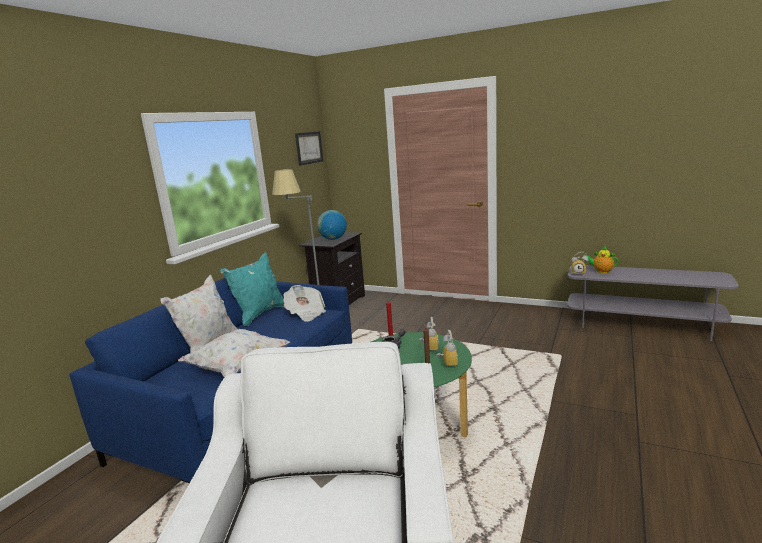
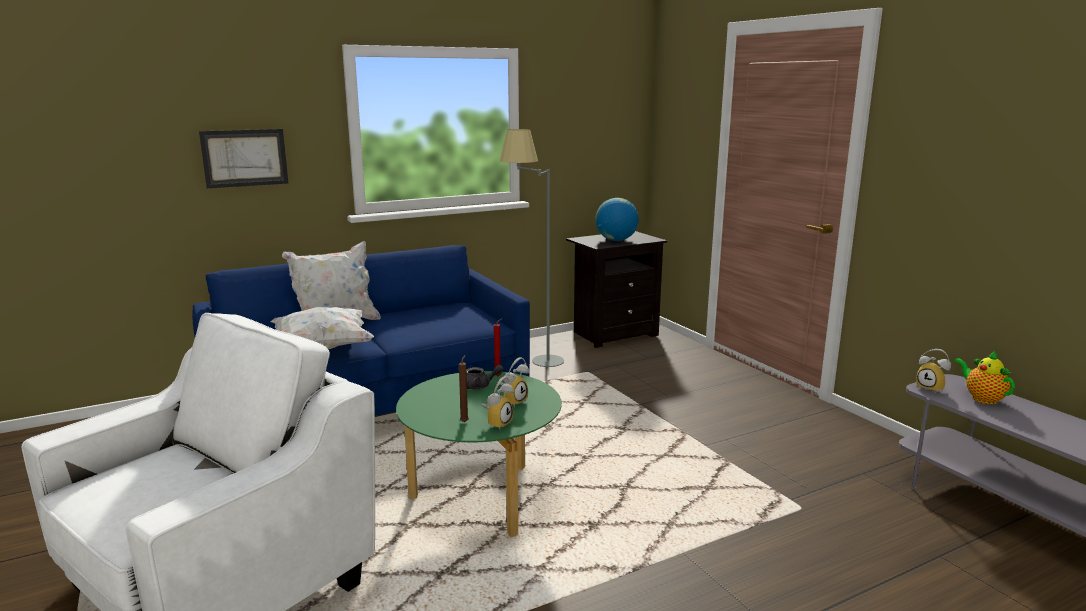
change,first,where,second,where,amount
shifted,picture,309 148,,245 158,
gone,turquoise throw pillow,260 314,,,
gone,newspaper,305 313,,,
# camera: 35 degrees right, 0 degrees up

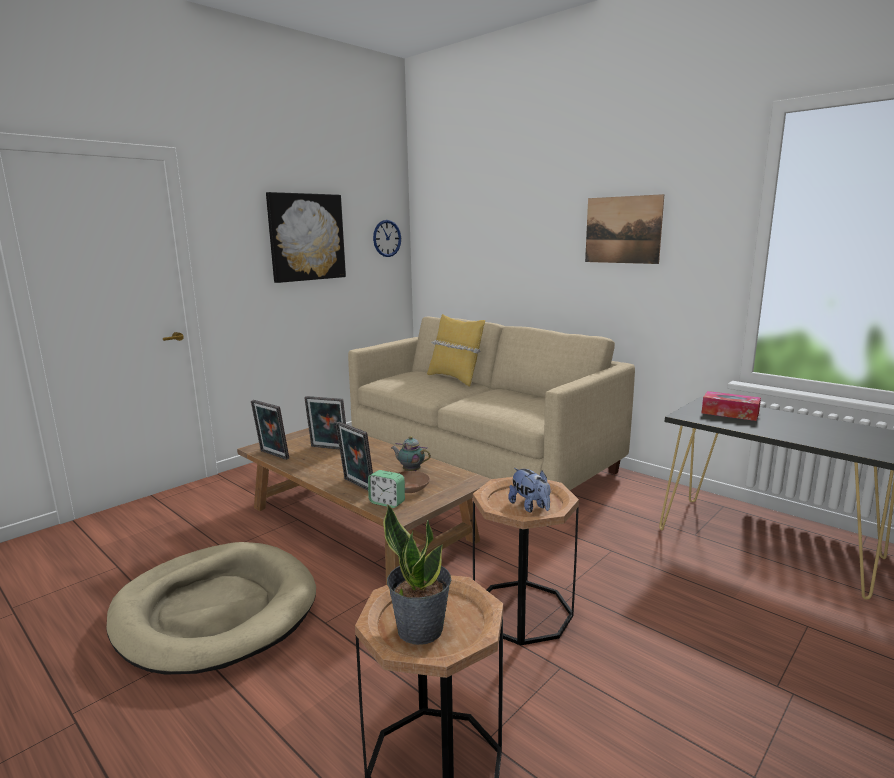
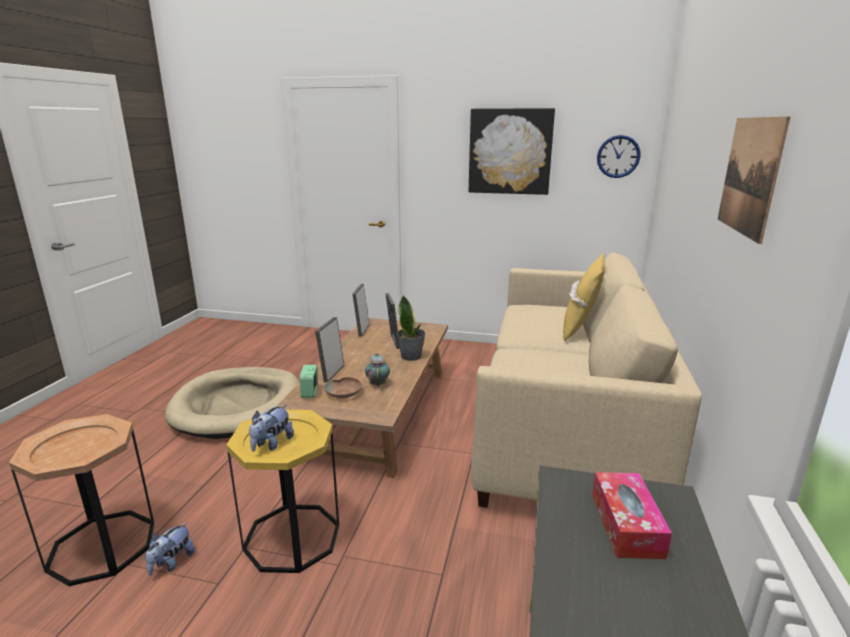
change,first,where,second,where,amount
repainted,brownish end table,522 611,yellow end table,292 537,
shifted,plant in a pot,420 628,,411 356,
new,,,soft toy,172 563,
# camera: 60 degrees right, 5 degrees up

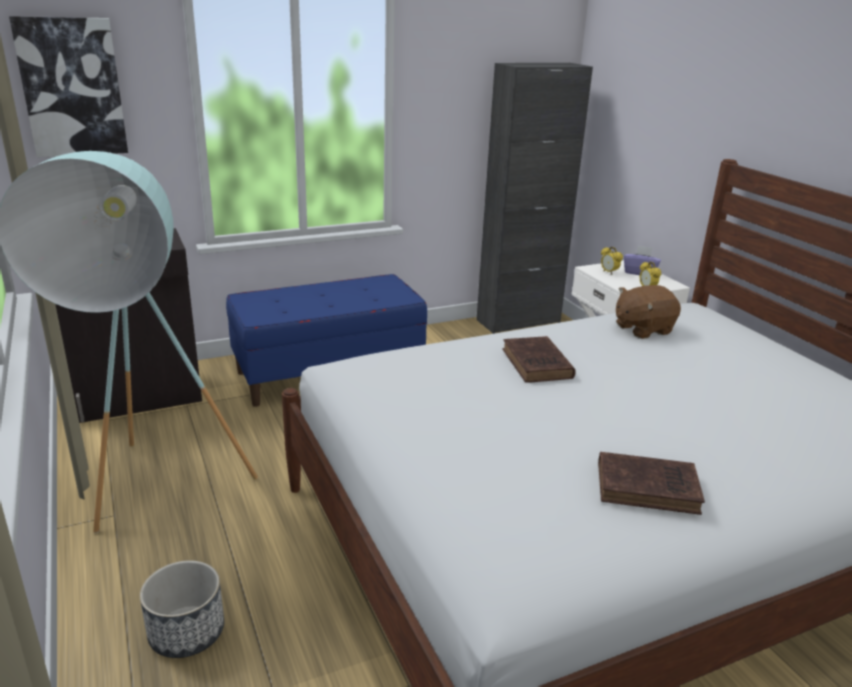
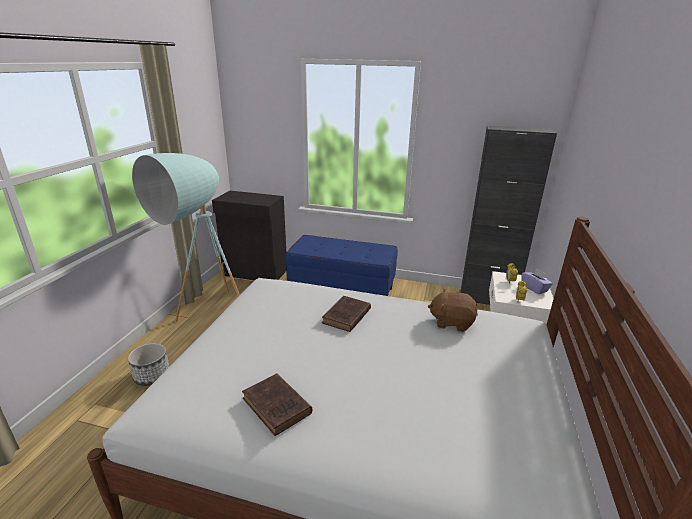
change,first,where,second,where,amount
gone,picture,72 87,,,
# camera: 40 degrees right, 0 degrees up

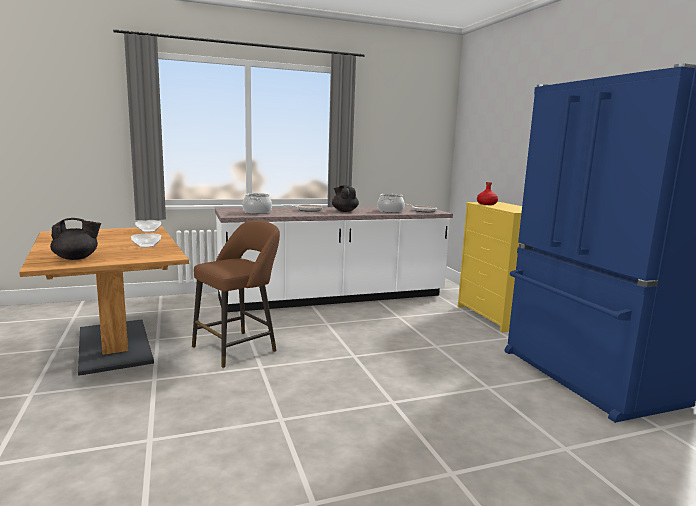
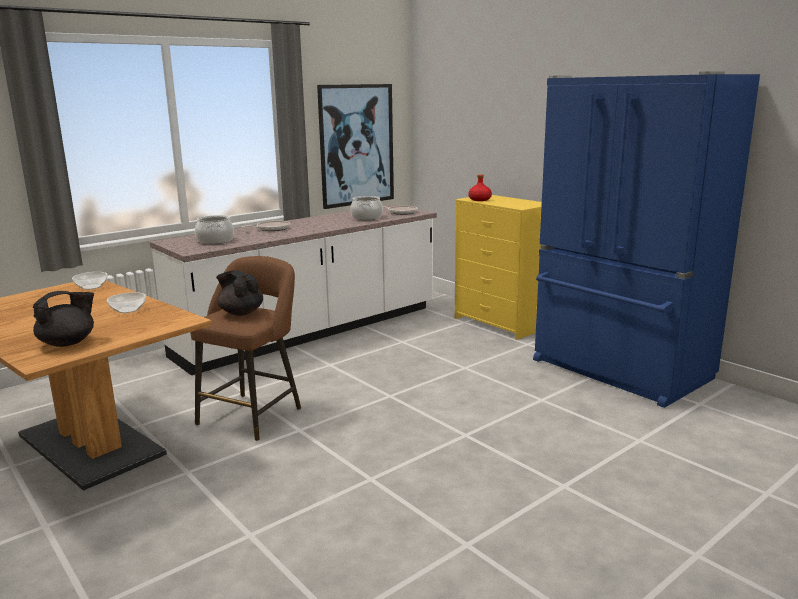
change,first,where,second,where,amount
shifted,black tea pot,344 211,,241 312,
new,,,picture,356 145,
# camera: 20 degrees left, 5 degrees up

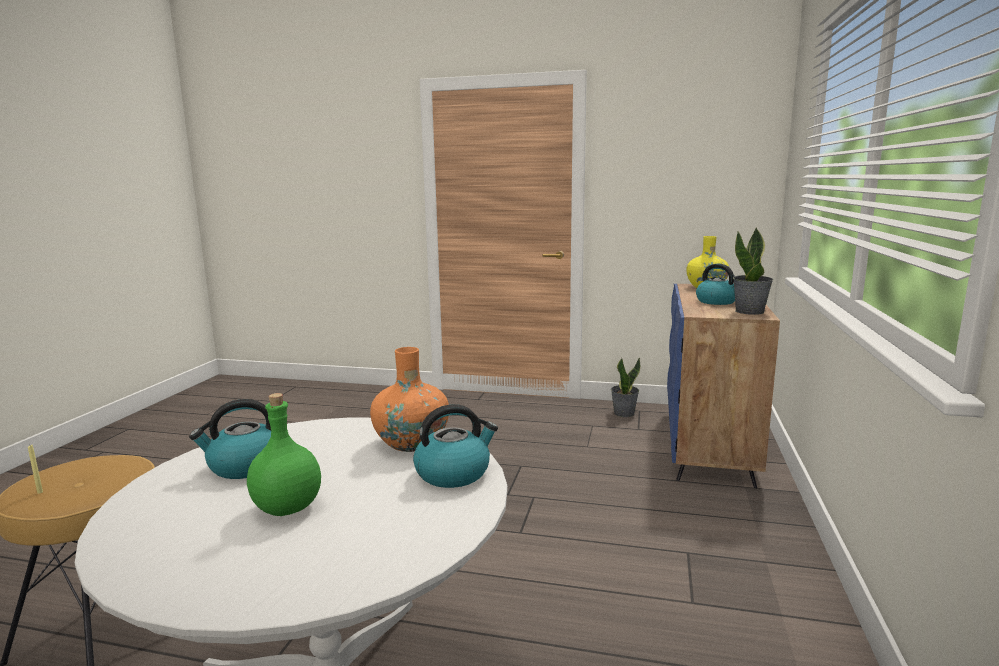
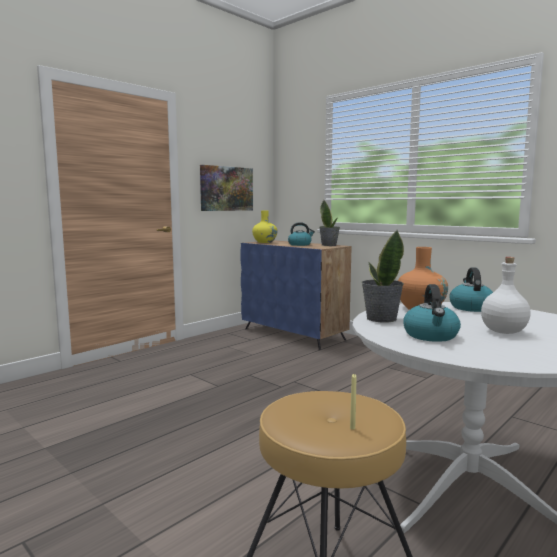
change,first,where,second,where,amount
shifted,plant in a pot,623 413,,380 319,
repainted,green-coloured bottle,287 508,whitish bottle,504 332,
new,,,picture,226 188,
# camera: 60 degrees left, 5 degrees down

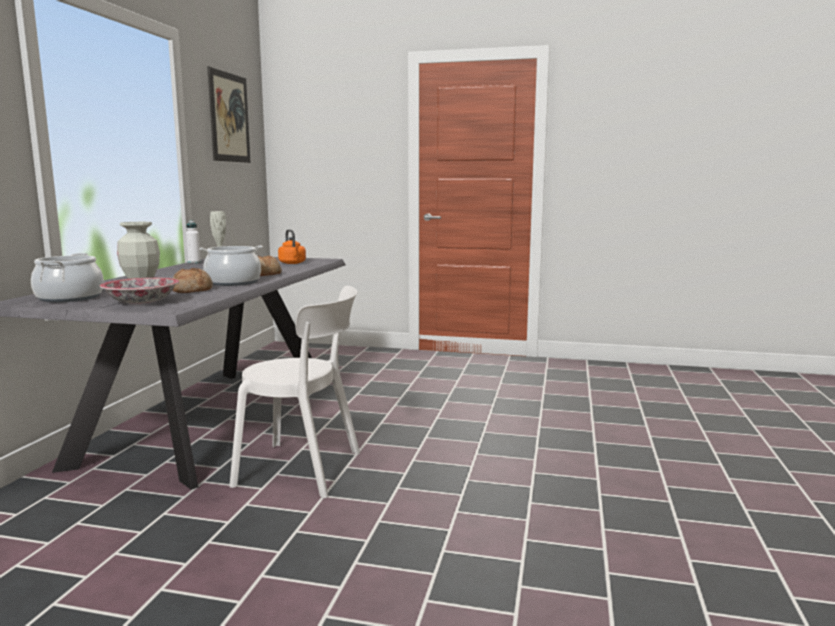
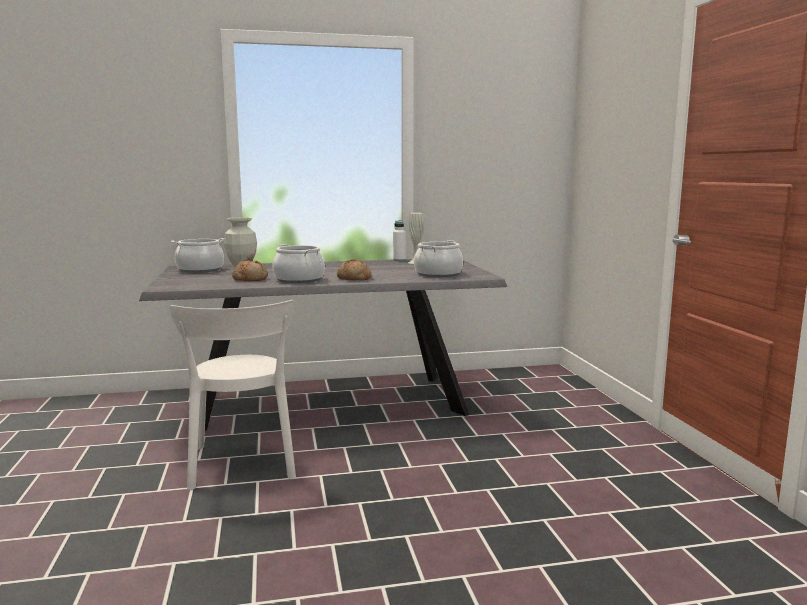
change,first,where,second,where,amount
gone,picture,229 117,,,
swapped,orange kettle,293 263,cooking pot,438 274,
gone,deep dish,142 302,,,
# camera: 65 degrees right, 0 degrees up

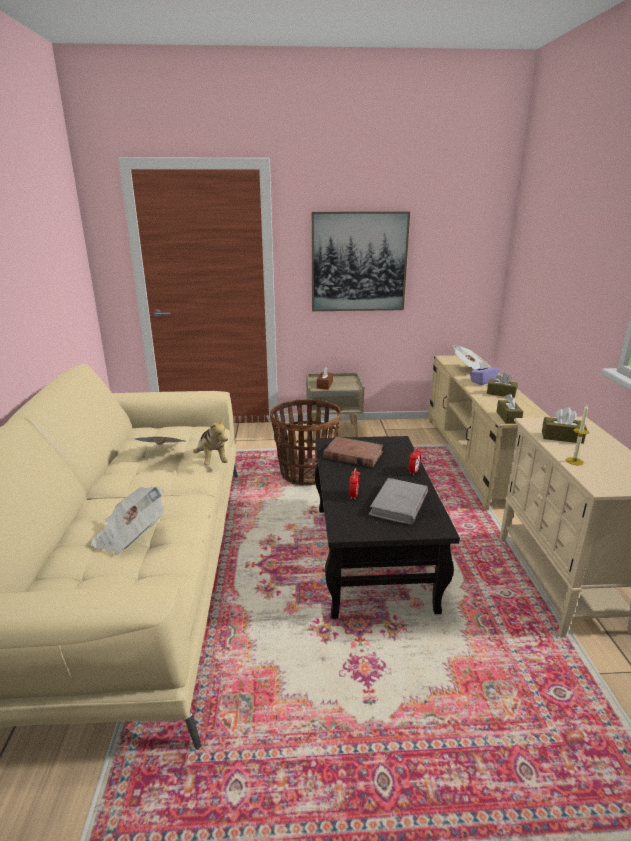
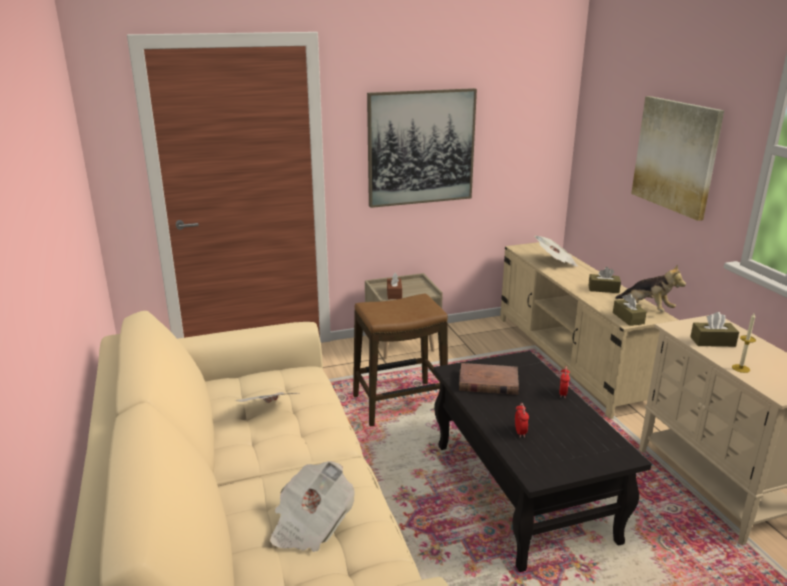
change,first,where,second,where,amount
gone,purple tissue box,482 381,,,
swapped,household basket,305 473,stool seat,399 404,
shifted,soft toy,212 460,,647 308,
gone,grey book,399 504,,,
new,,,picture,676 155,
# camera: 15 degrees left, 0 degrees up

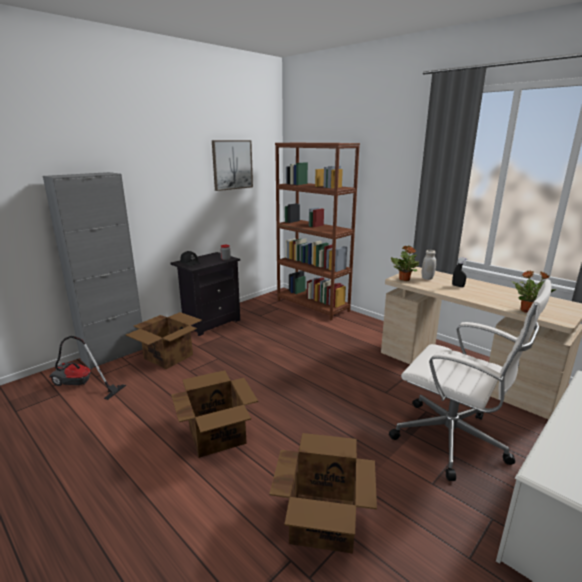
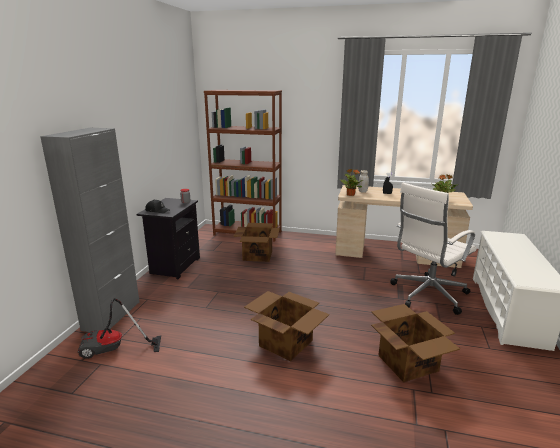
change,first,where,second,where,amount
gone,picture,232 165,,,
rotated,whitish office chair,453 440,,427 295,135 degrees clockwise
shifted,packing box,169 356,,258 255,
# camera: 30 degrees left, 0 degrees up

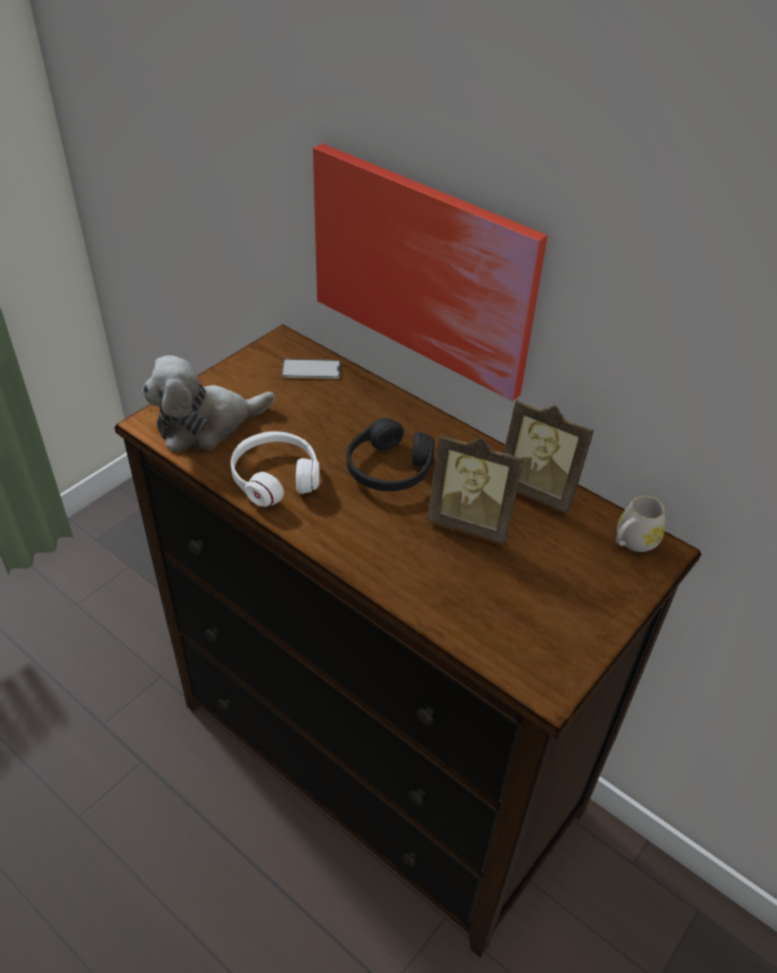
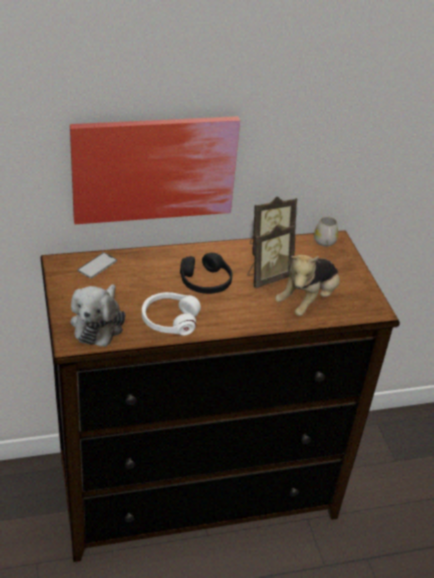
change,first,where,second,where,amount
new,,,soft toy,308 301,
# camera: 55 degrees left, 5 degrees down

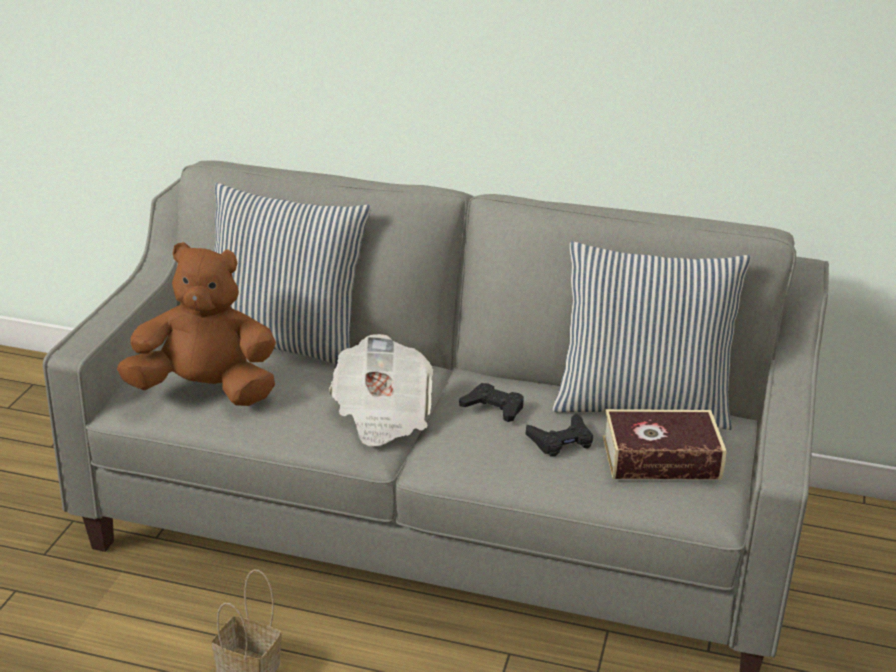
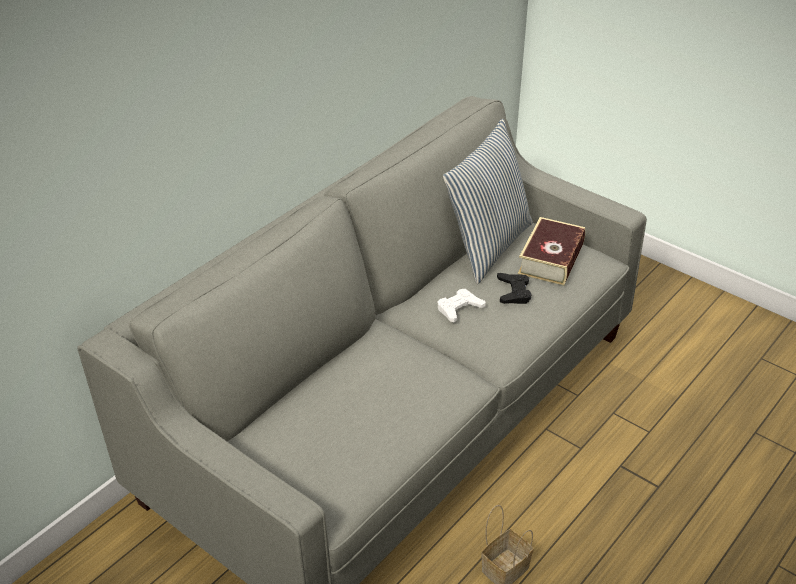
change,first,where,second,where,amount
gone,throw pillow,285 341,,,
gone,brownish soft toy,205 391,,,
gone,newspaper,382 415,,,
repainted,black game controller,493 408,whitish game controller,459 308,
# camera: 65 degrees left, 10 degrees up

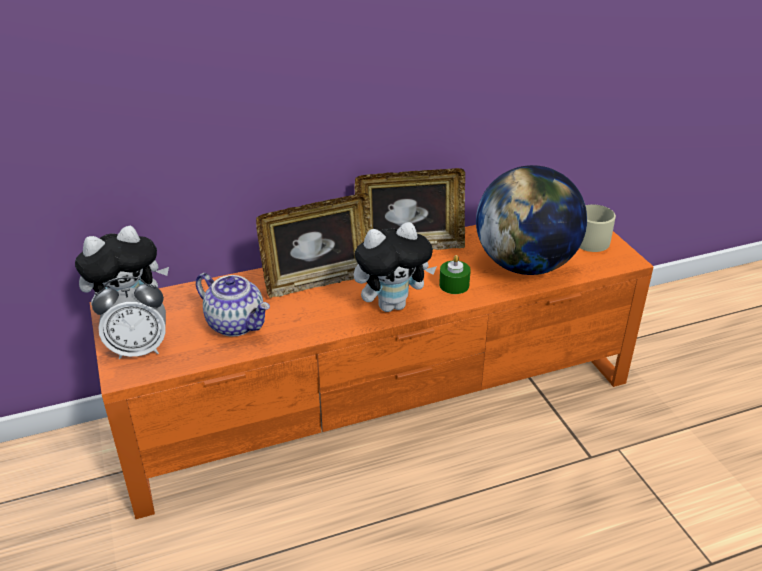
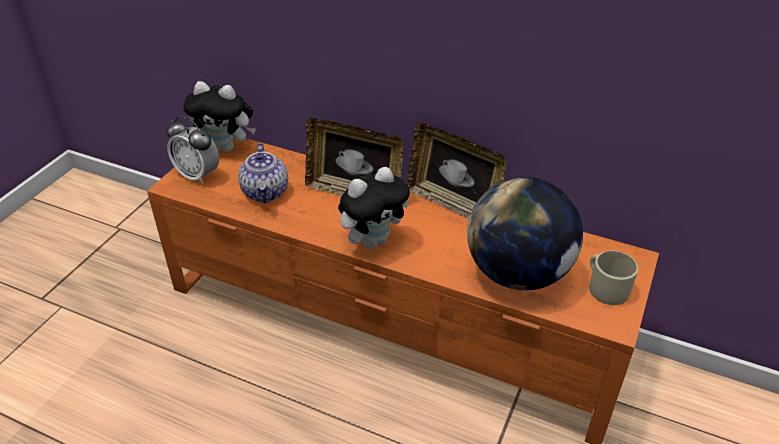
change,first,where,second,where,amount
rotated,soft toy,392 305,,373 240,60 degrees counterclockwise
gone,green-coloured candle,454 285,,,
# camera: 45 degrees right, 5 degrees up

